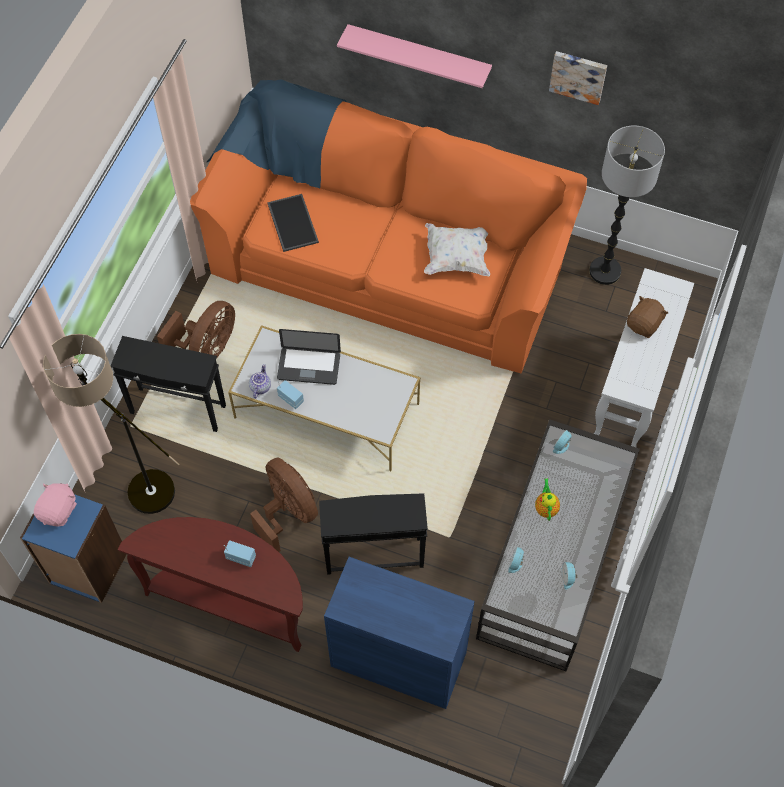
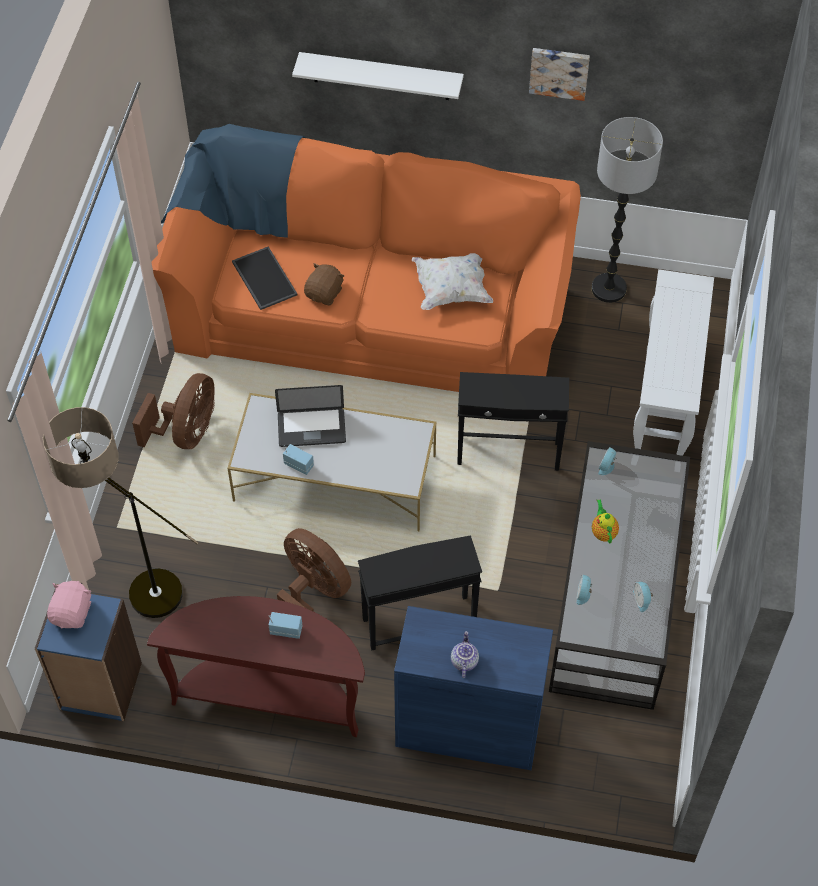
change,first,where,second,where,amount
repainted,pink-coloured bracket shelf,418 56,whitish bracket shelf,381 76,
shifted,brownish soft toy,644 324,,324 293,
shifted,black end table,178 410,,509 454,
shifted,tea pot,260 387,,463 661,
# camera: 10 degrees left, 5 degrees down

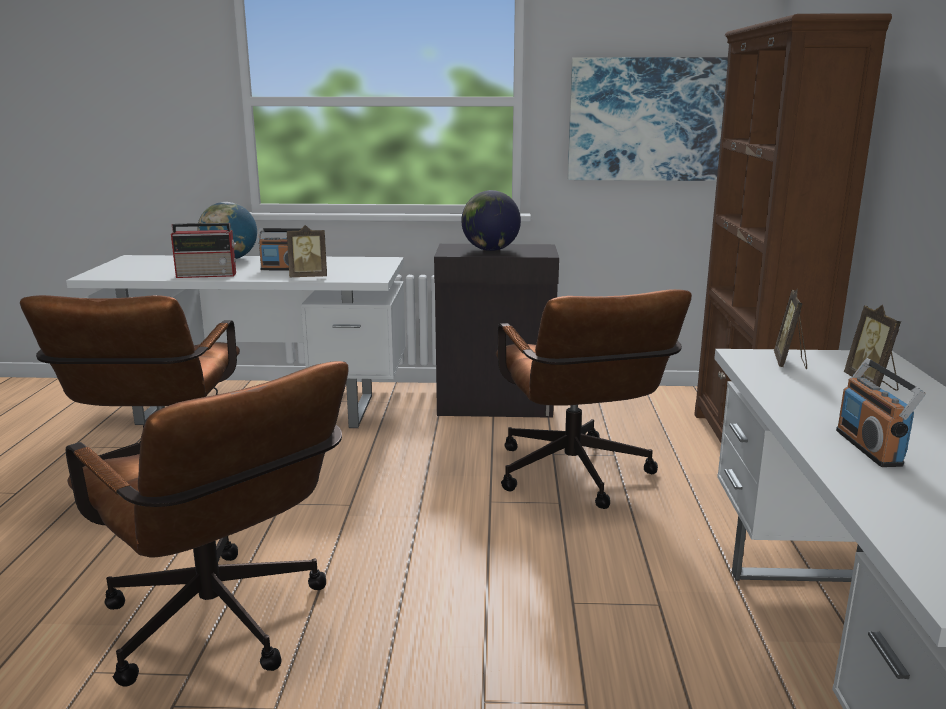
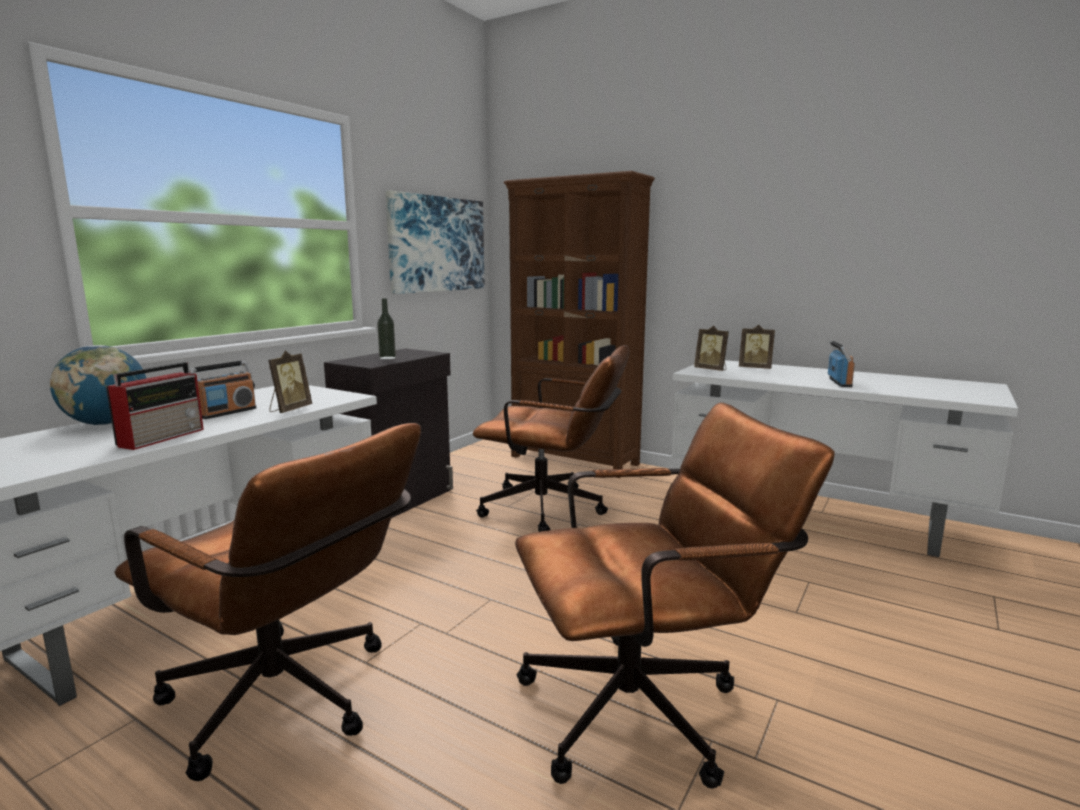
change,first,where,second,where,amount
swapped,globe,490 250,bottle,387 358,
rotated,radio set,869 448,,839 382,105 degrees counterclockwise
# camera: 60 degrees left, 5 degrees down

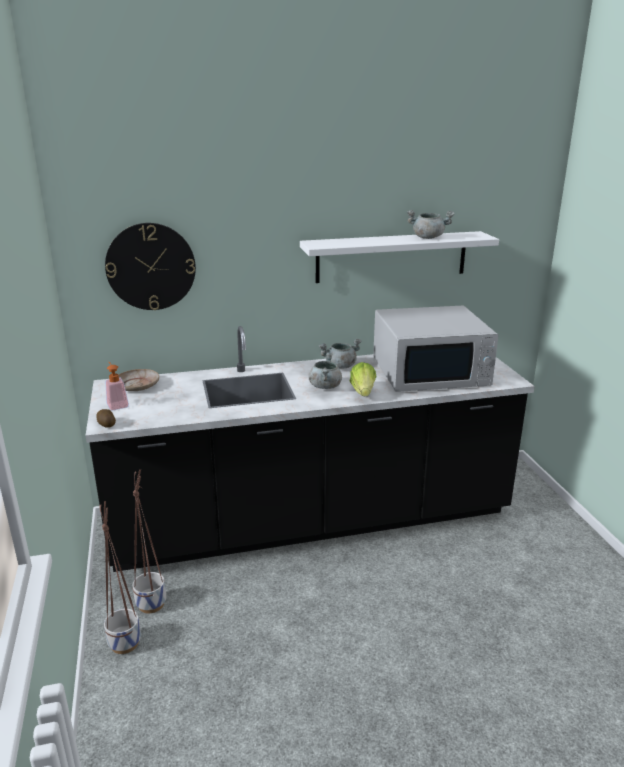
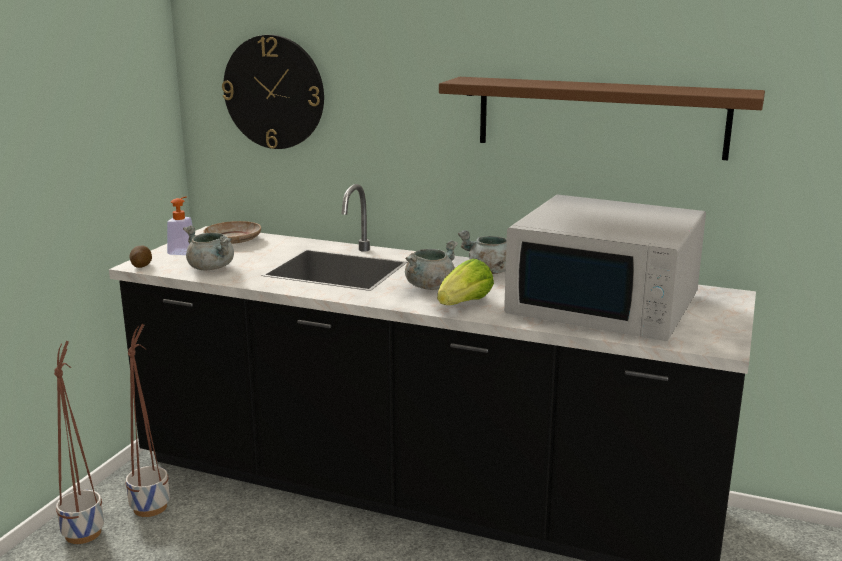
change,first,where,second,where,amount
shifted,grey cooking pot,428 237,,211 268,
repainted,whitish bracket shelf,391 257,brownish bracket shelf,600 117,
# camera: 35 degrees right, 5 degrees down

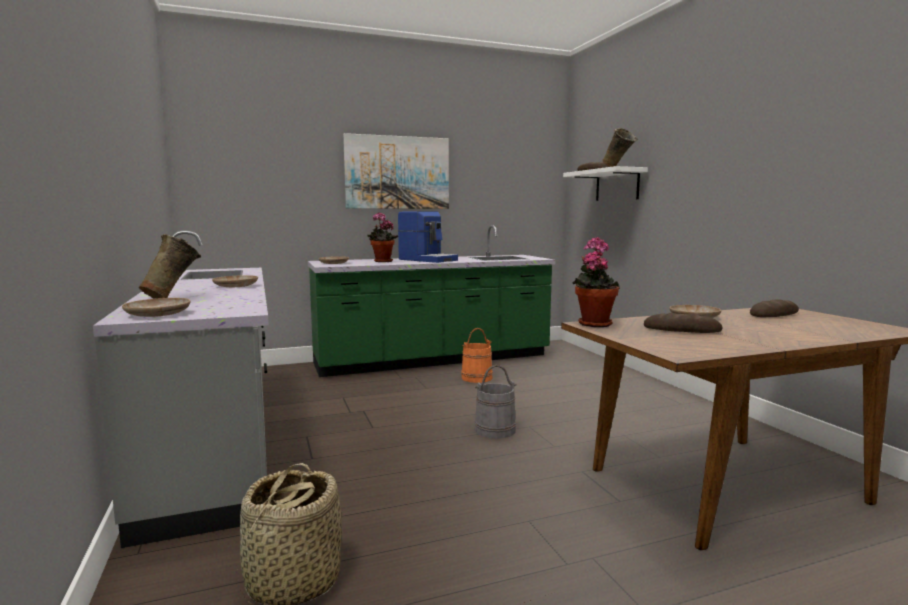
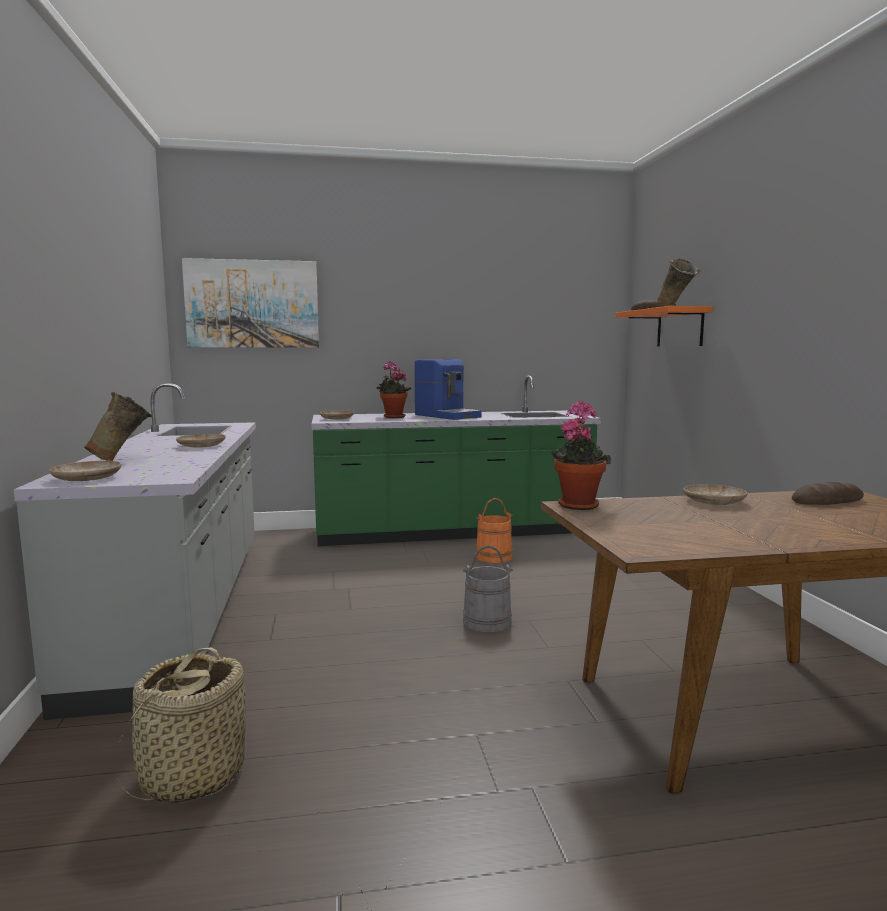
change,first,where,second,where,amount
shifted,picture,397 173,,252 304,
repainted,whitish bracket shelf,617 185,orange bracket shelf,680 328,
gone,bakery bread,681 329,,,
# camera: 10 degrees right, 0 degrees up

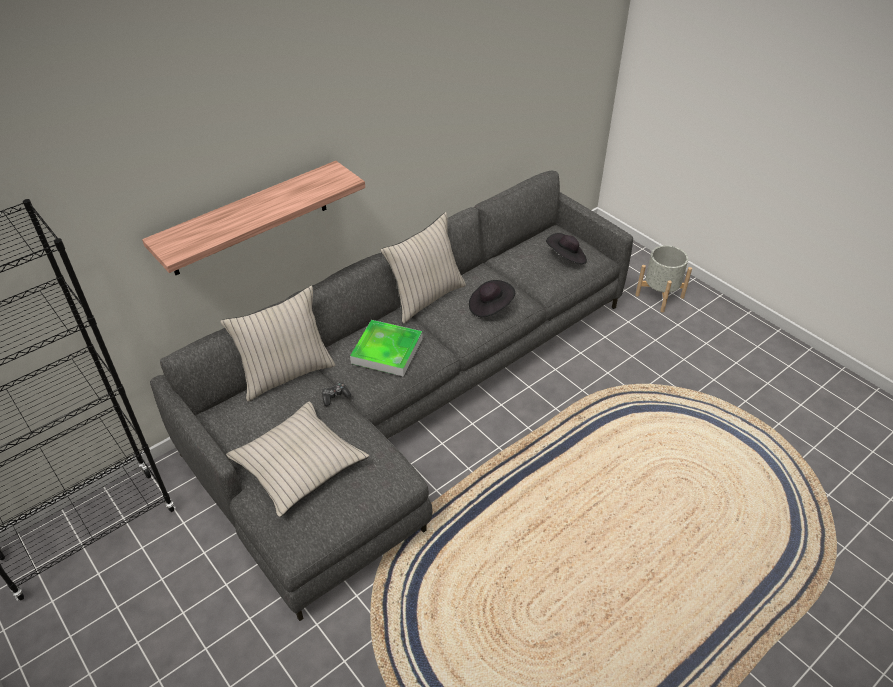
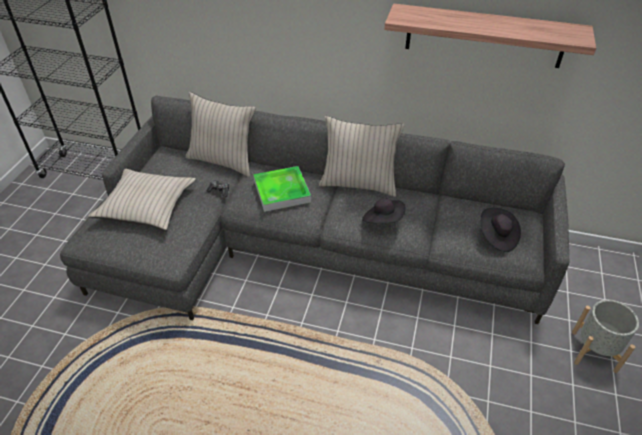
change,first,where,second,where,amount
shifted,bracket shelf,249 219,,484 36,
# camera: 55 degrees right, 0 degrees up

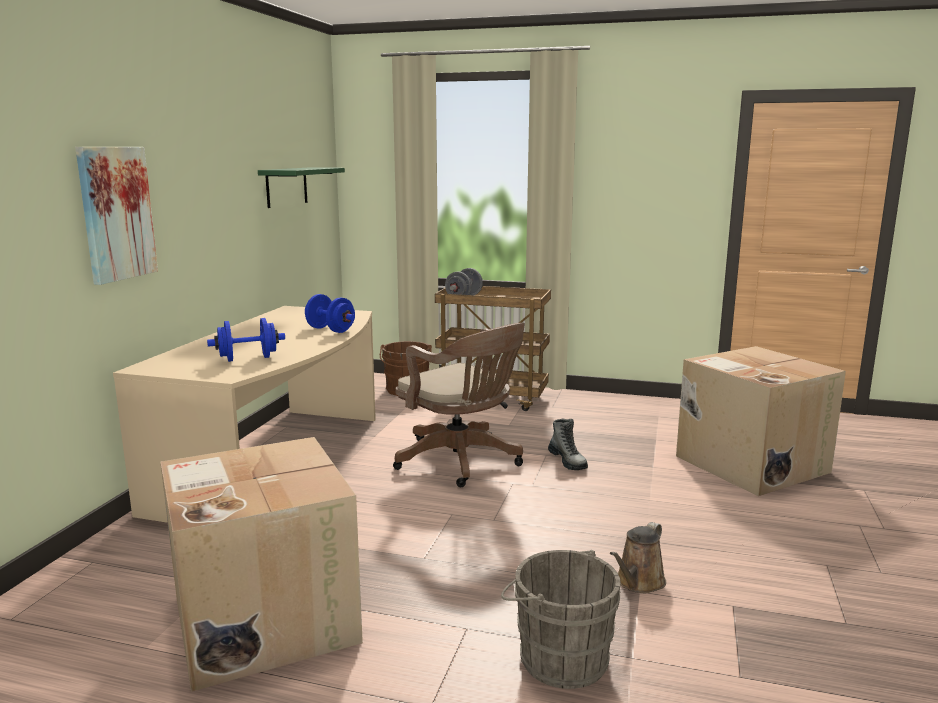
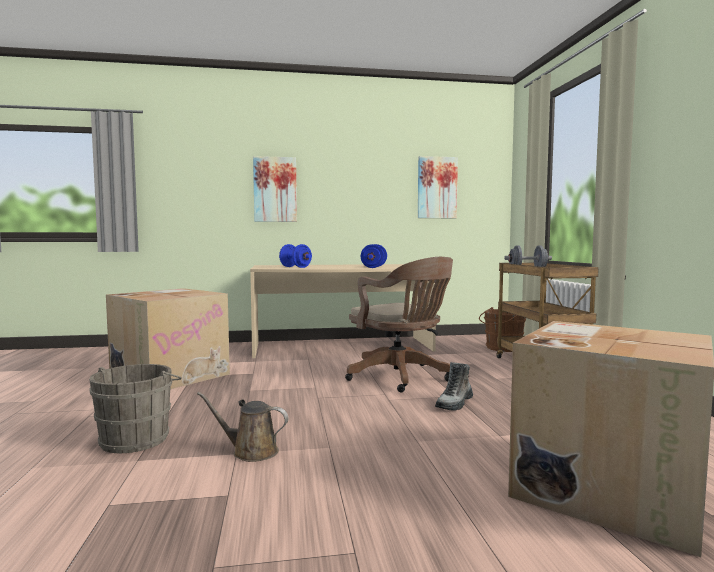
change,first,where,second,where,amount
swapped,green-coloured bracket shelf,286 187,picture,437 187,
rotated,brownish office chair,462 462,,401 377,60 degrees counterclockwise
# camera: 65 degrees right, 10 degrees down

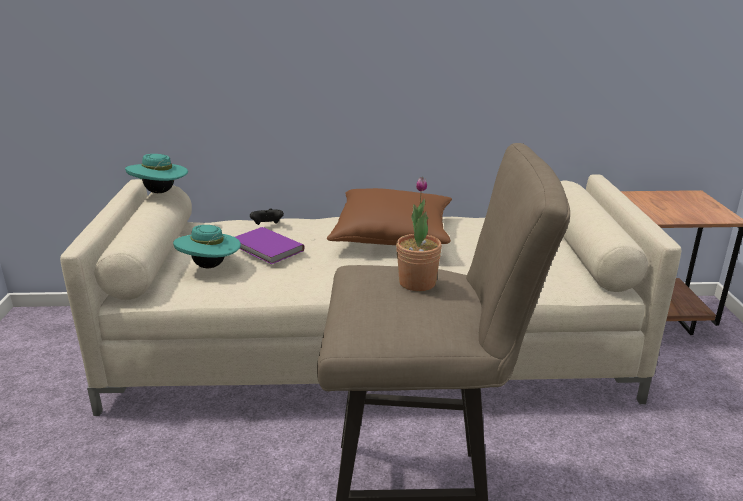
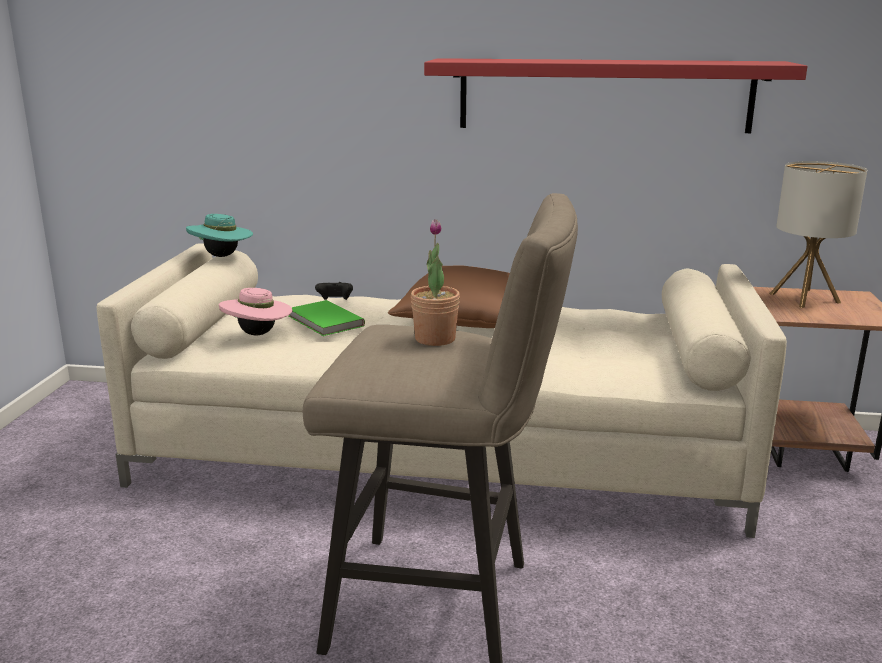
change,first,where,second,where,amount
repainted,turquoise clothing hat,210 266,pink-coloured clothing hat,258 334,
repainted,purple book,266 248,green-coloured book,324 321,
new,,,reddish bracket shelf,604 95,
new,,,lamp for a table,804 298,
# camera: 10 degrees right, 5 degrees down

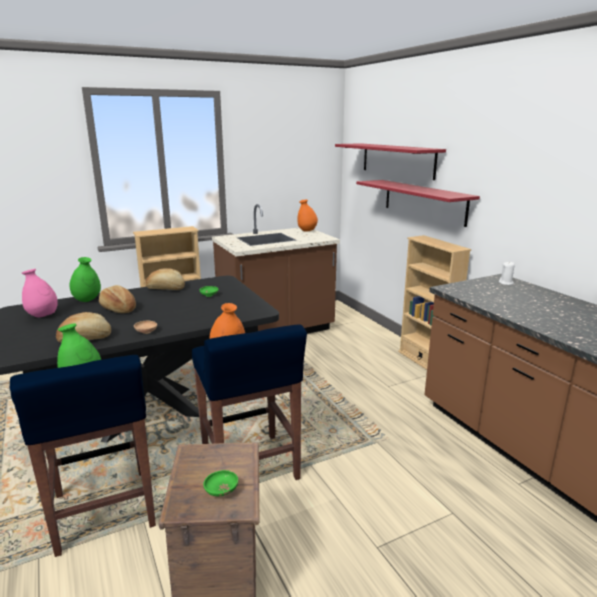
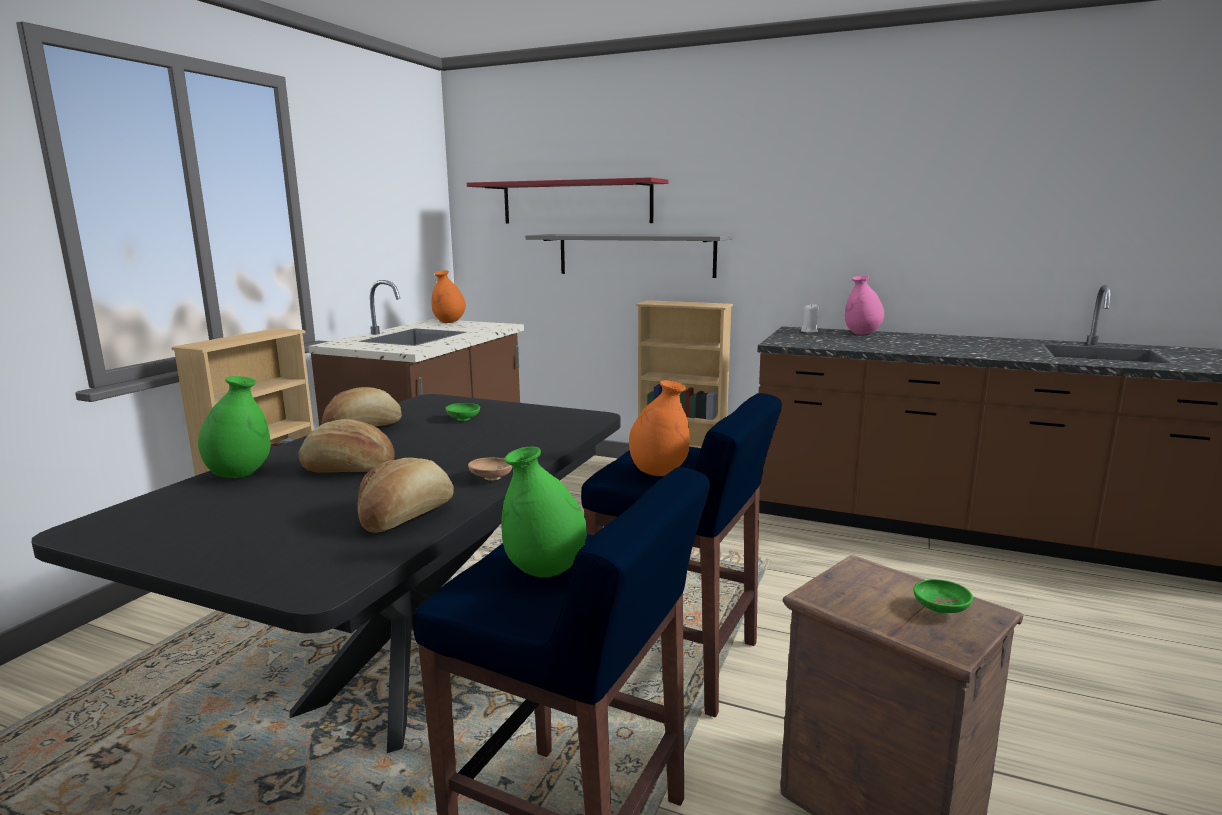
change,first,where,second,where,amount
repainted,reddish bracket shelf,424 201,grey bracket shelf,635 255,
shifted,pink-coloured decorative vase,43 316,,862 334,
# camera: 40 degrees left, 5 degrees down

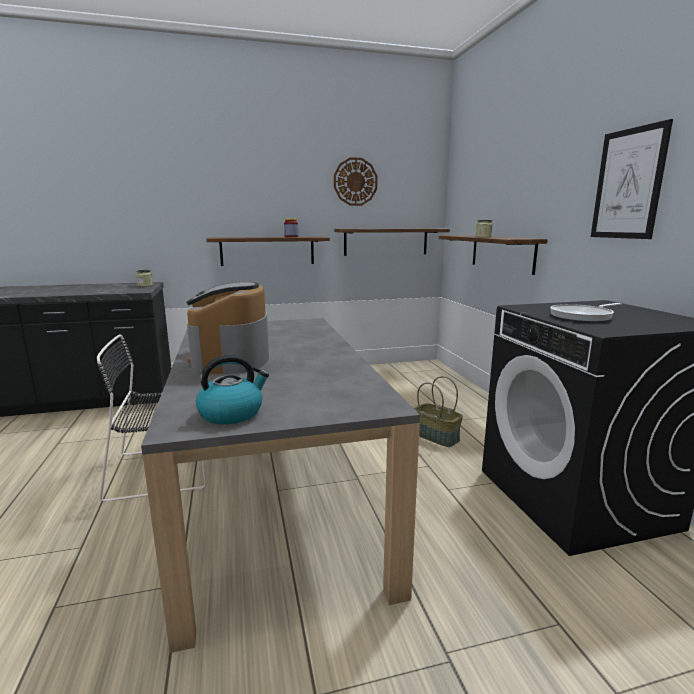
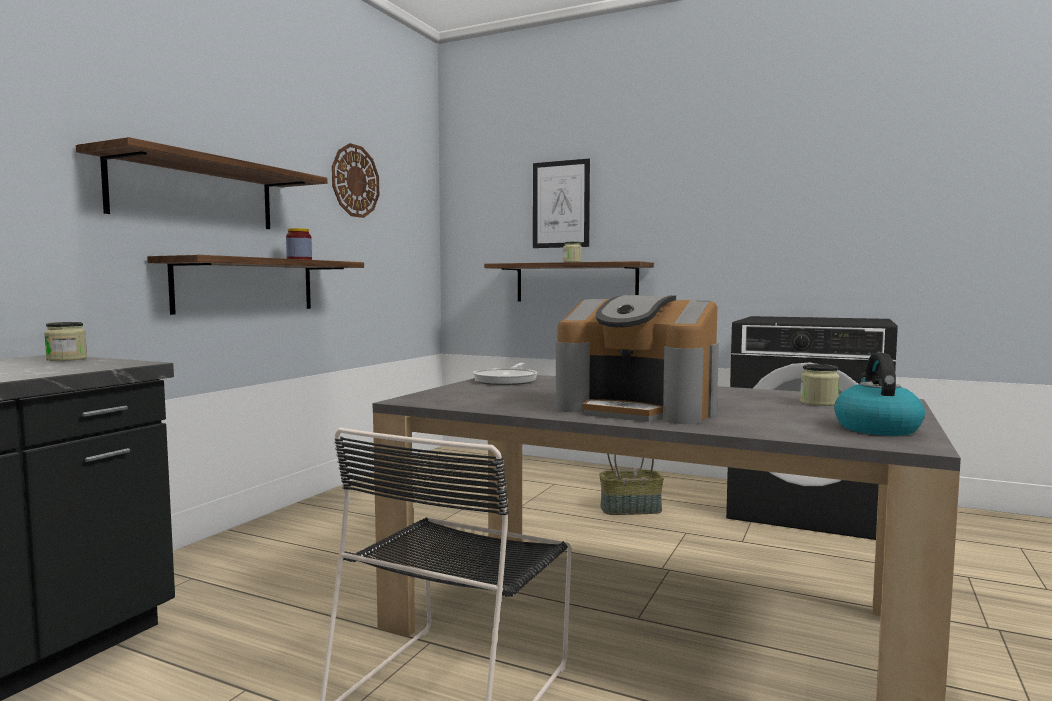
change,first,where,second,where,amount
shifted,picture,628 184,,561 204,
shifted,bracket shelf,386 241,,195 194,
shifted,skillet,583 316,,507 380,
new,,,jar,818 403,
# camera: 50 degrees left, 10 degrees down

